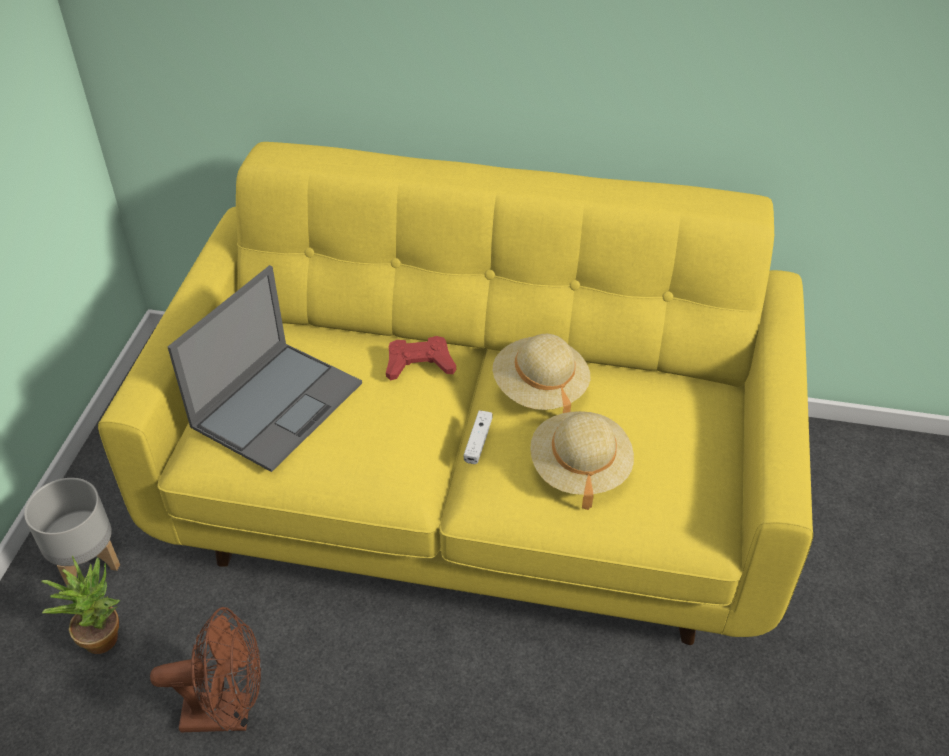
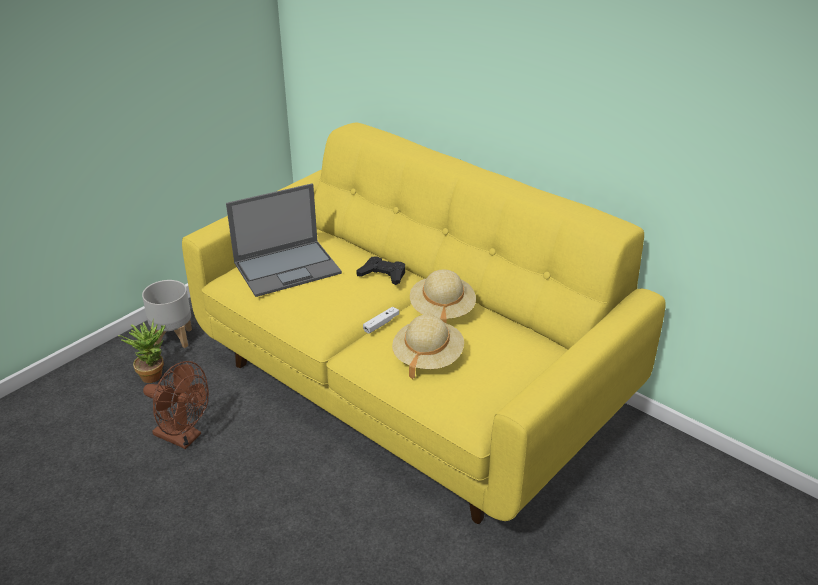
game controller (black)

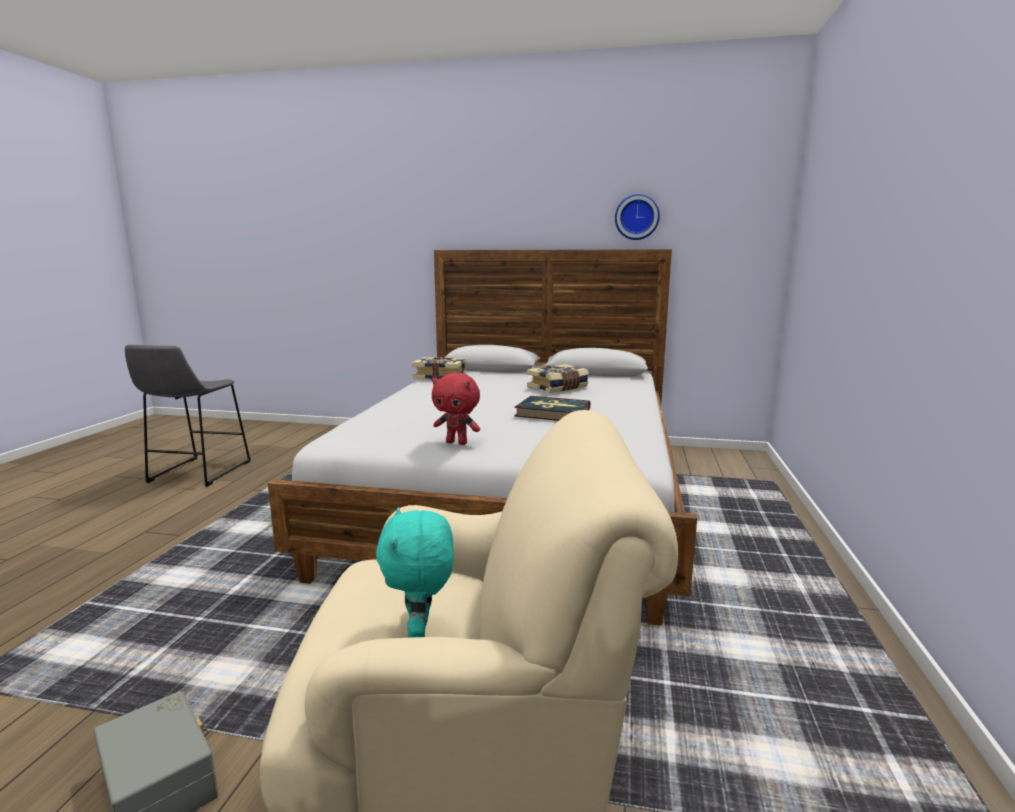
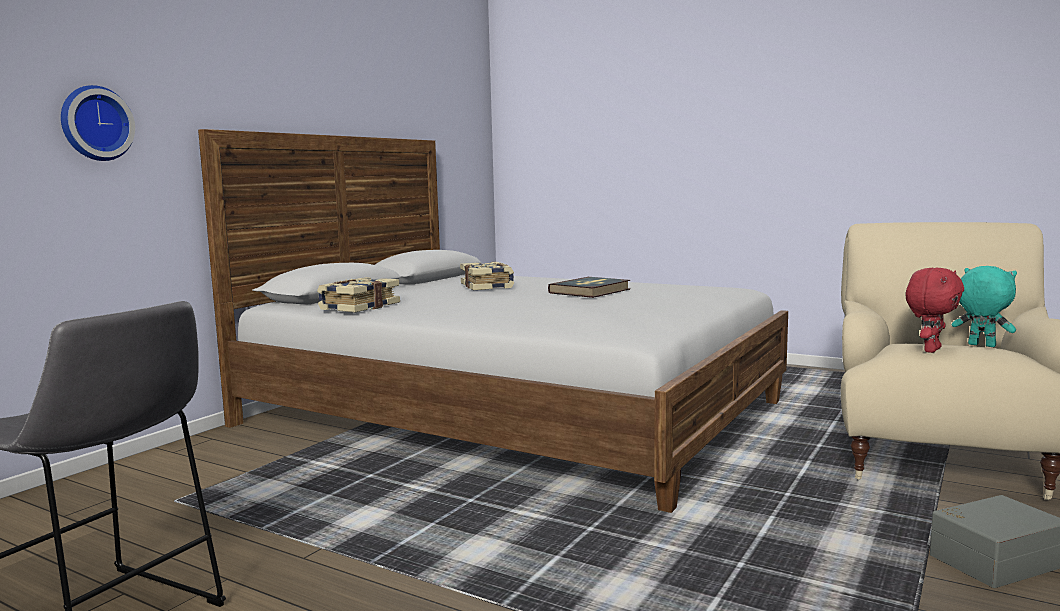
plush toy (red)
wall clock
plush toy (turquoise)

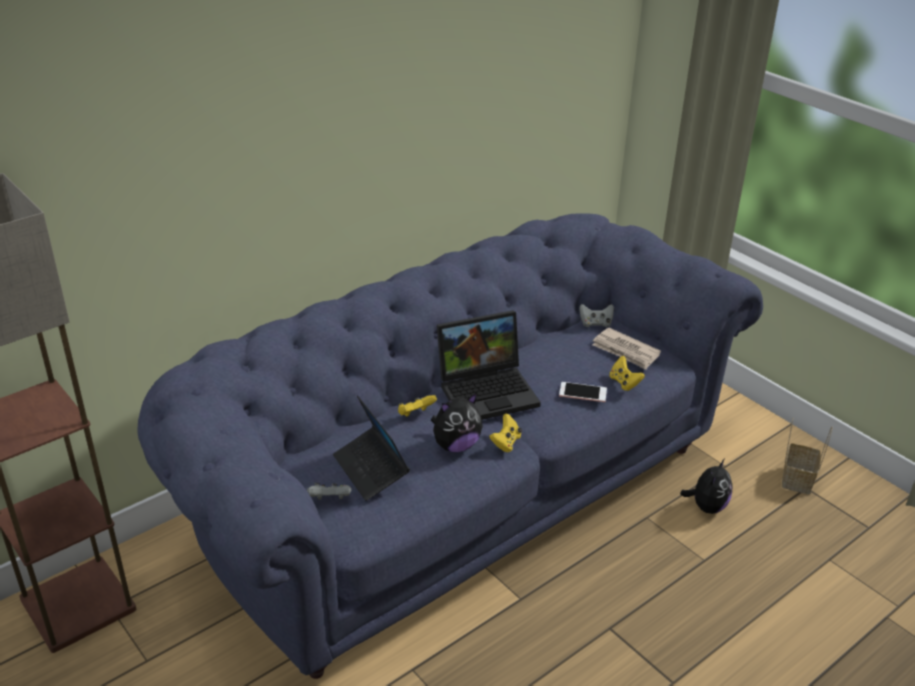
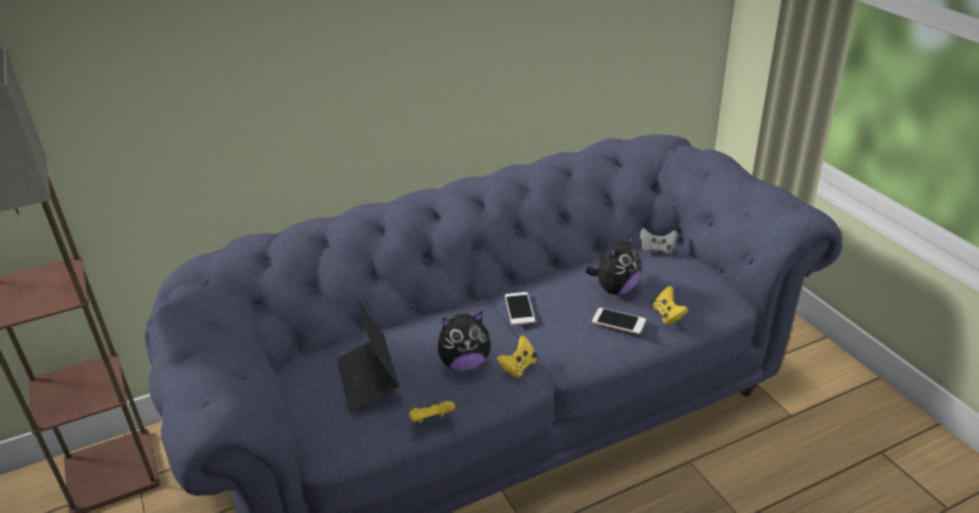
game controller (grey) (no. 1 from left in the first image)
newspaper
basket
game controller (yellow) (no. 1 from left)
plush toy (no. 2 from left)
phone (no. 1 from left)

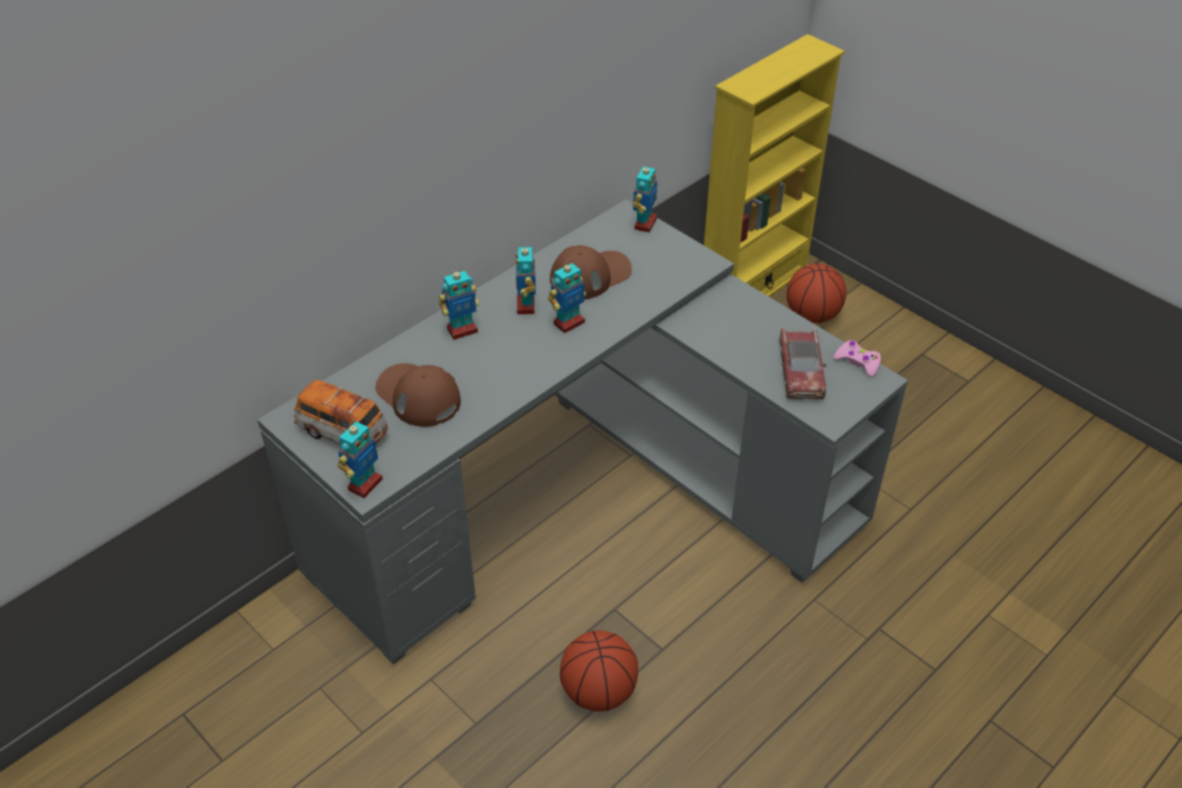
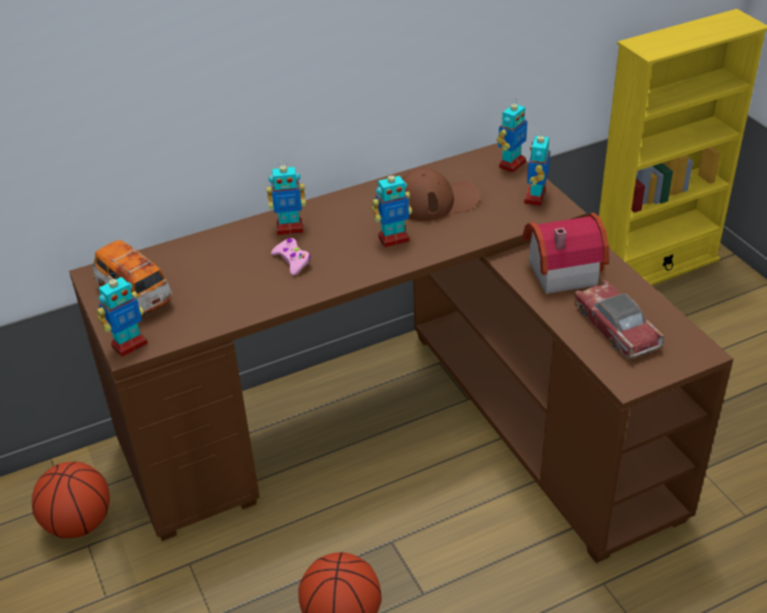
cap (brown) (no. 1 from left in the first image)
toy house
toy robot (no. 5 from left)
basketball (no. 1 from left)
game controller (pink)
desk (brown)
toy car (no. 2 from left)

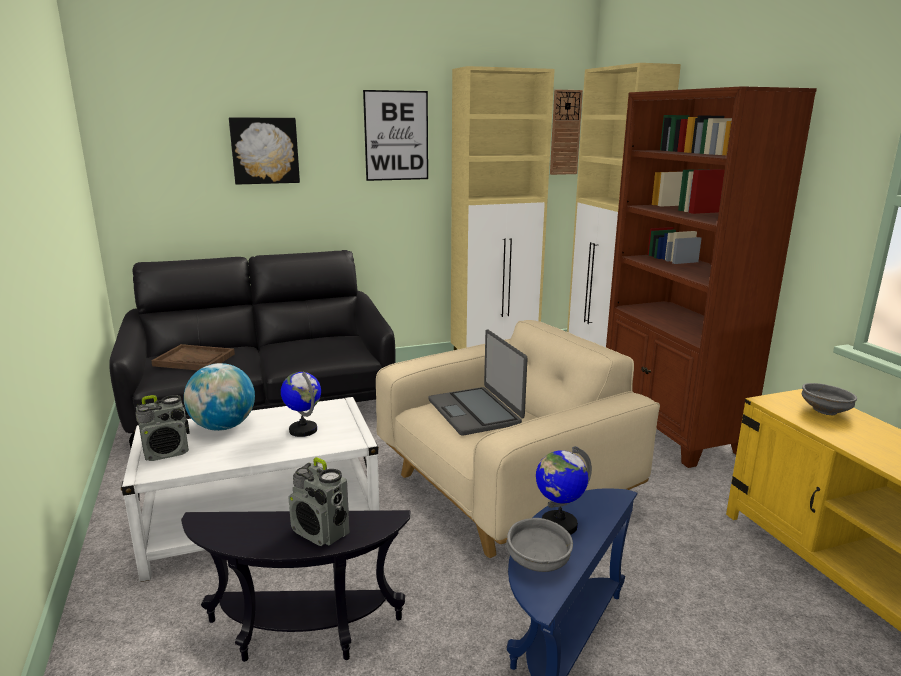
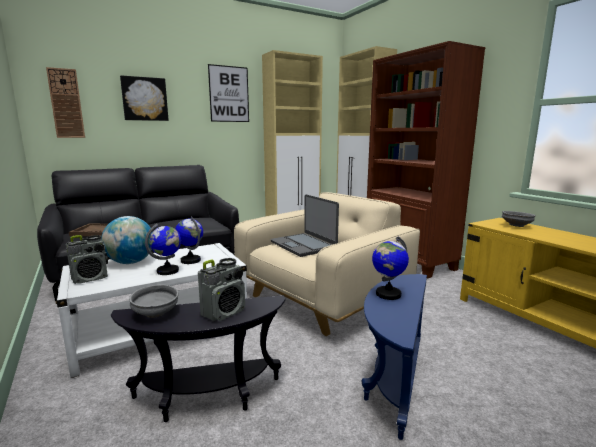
globe (no. 2 from left)
bowl (grey) (no. 1 from left)
wall clock
radio (no. 2 from left)

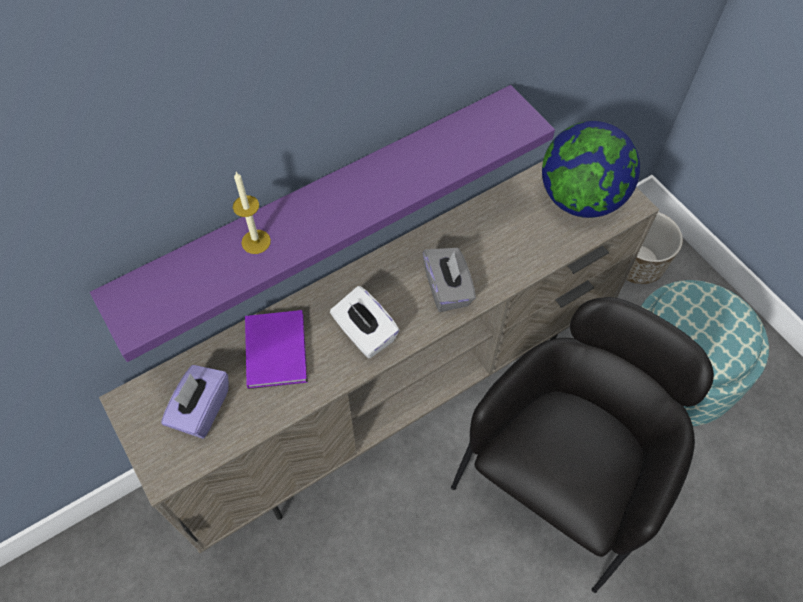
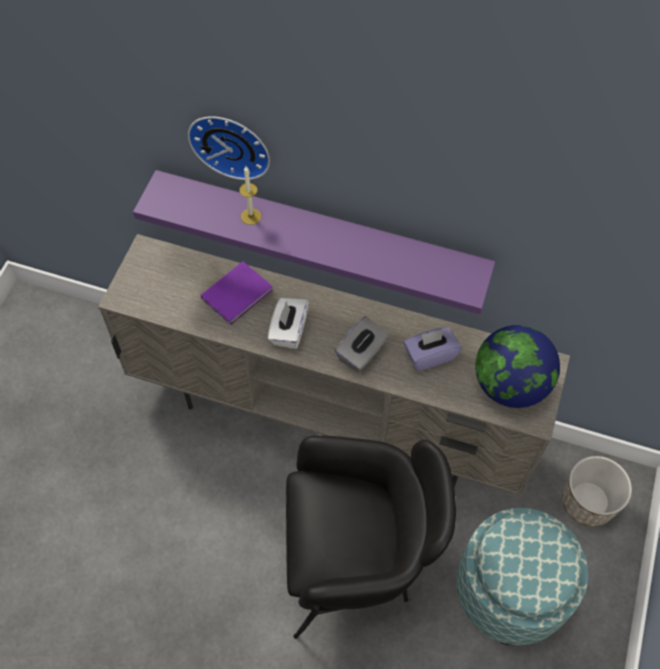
wall clock
tissue box (purple)

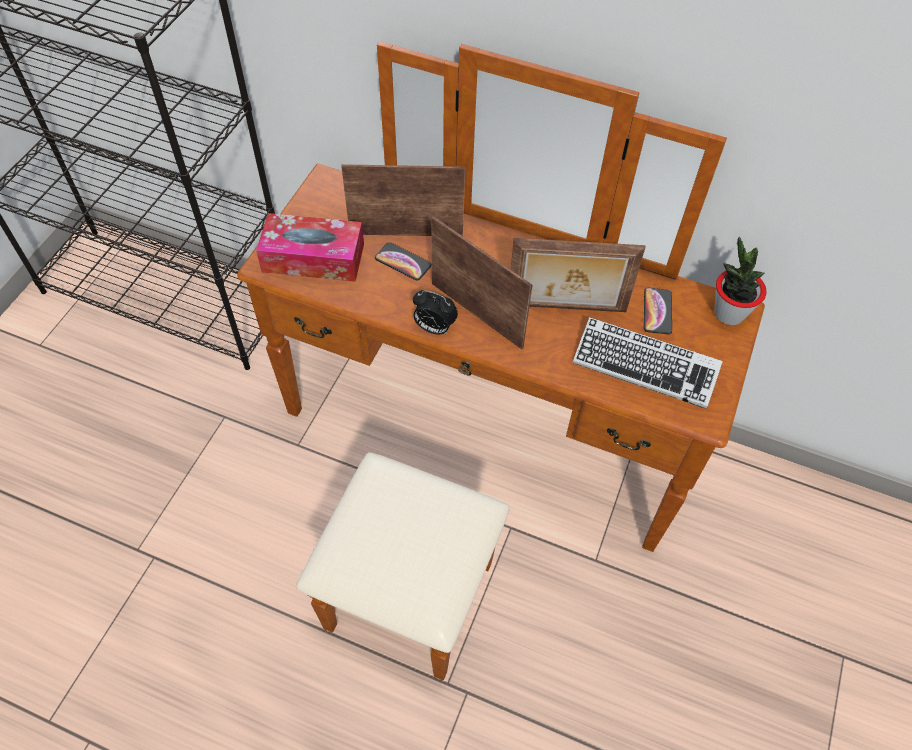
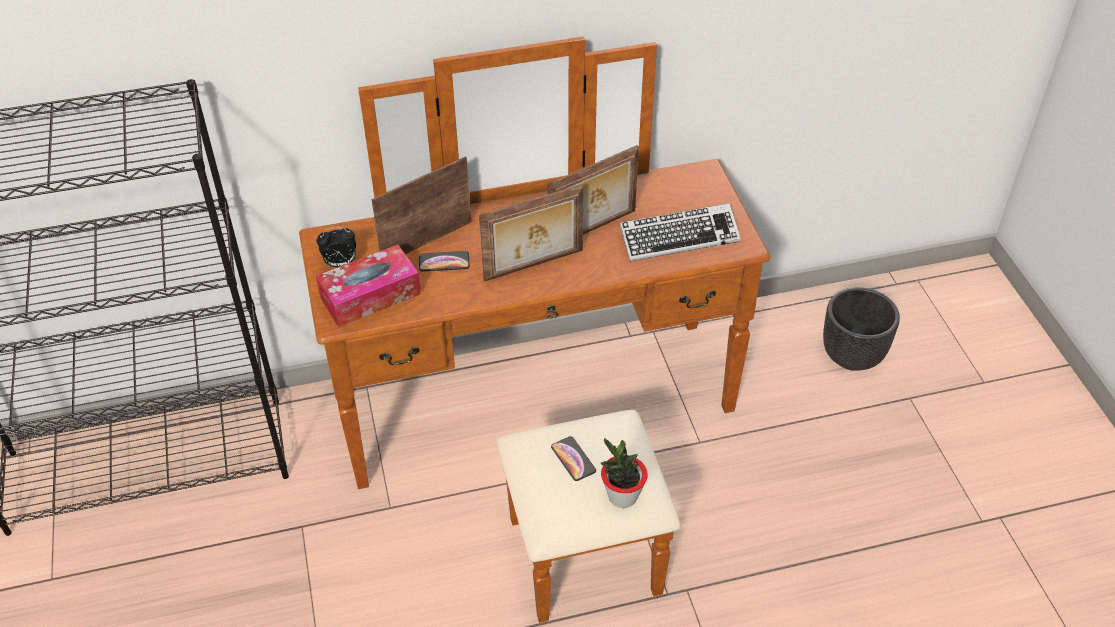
planter (black)
alarm clock
phone (no. 2 from left)
potted plant
picture frame (no. 2 from left)

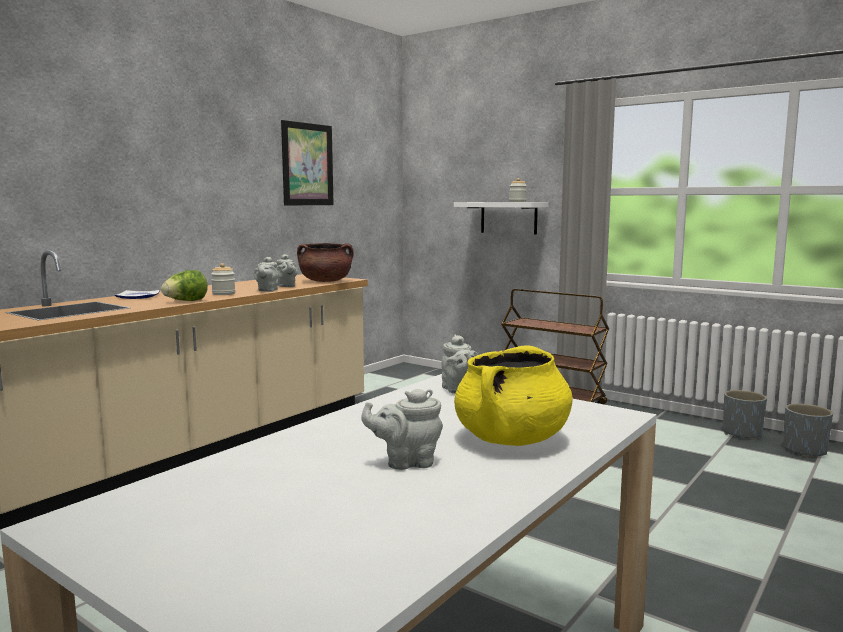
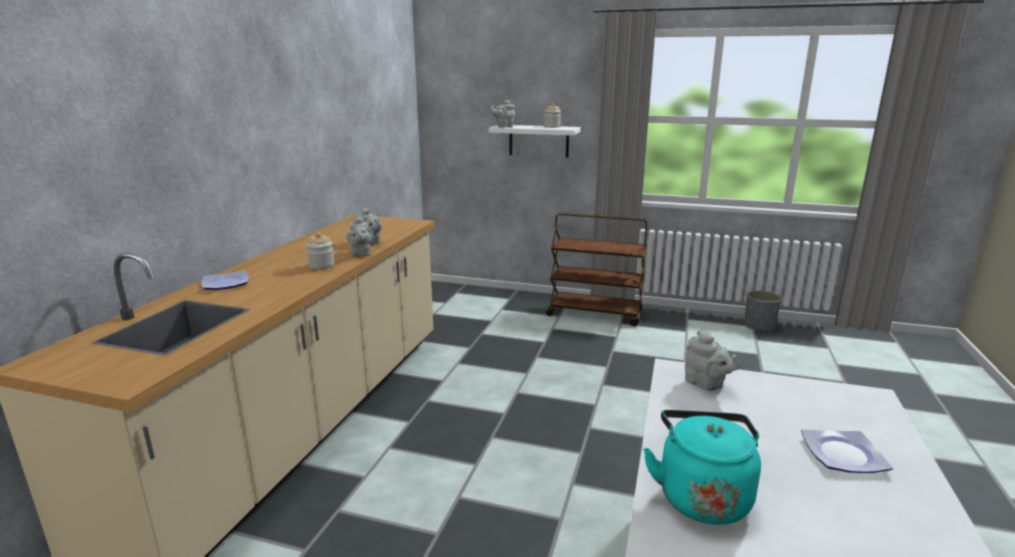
lettuce
picture
cooking pot (brown)
planter (grey) (no. 2 from left in the first image)
kettle (turquoise)
teapot (grey) (no. 3 from left)
plate (no. 2 from left)

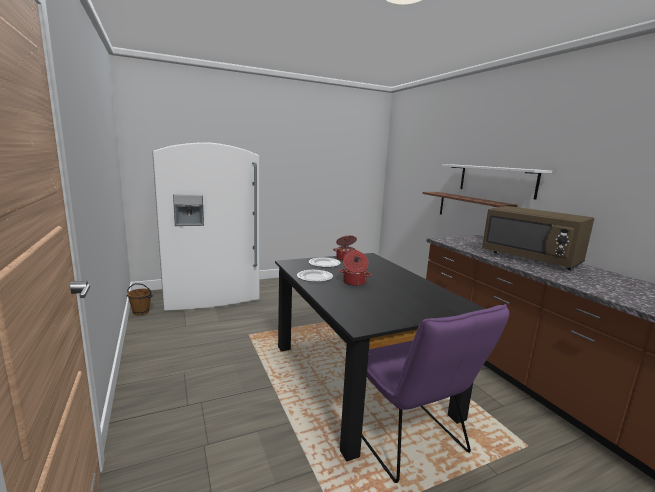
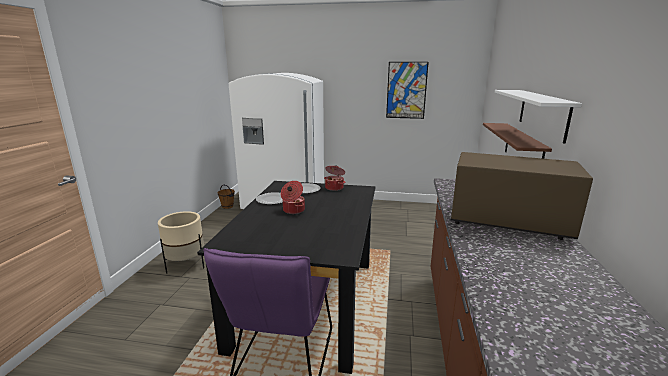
planter (beige)
picture
microwave (brown)

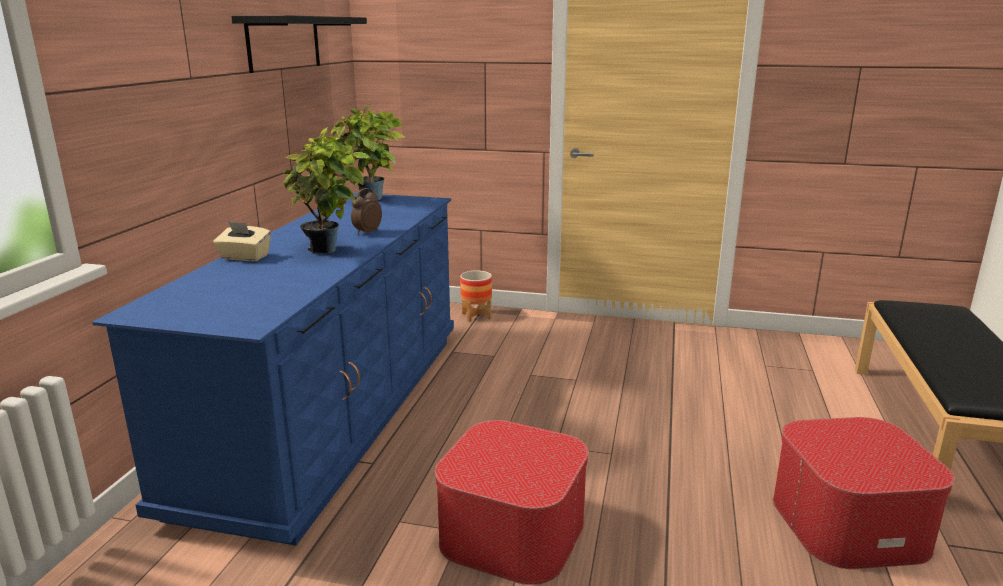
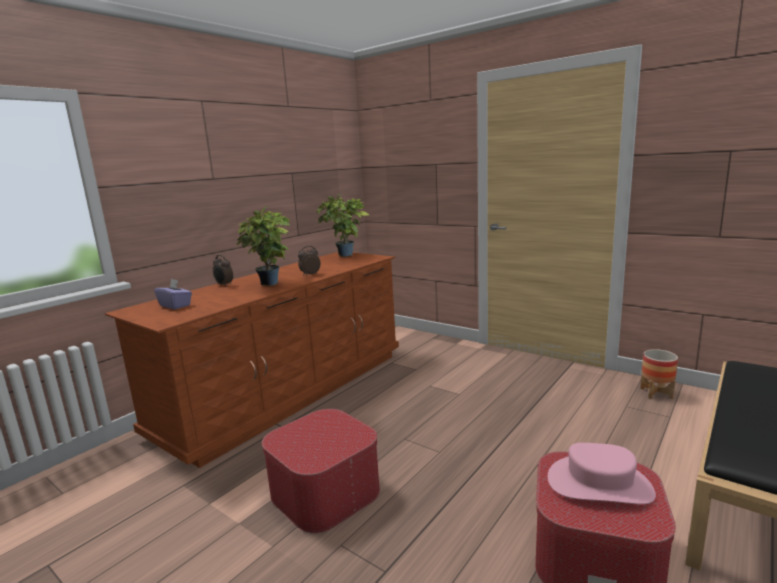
shelf (black)
tissue box (purple)
hat (pink)
planter
alarm clock (no. 1 from left)
dresser (brown)

